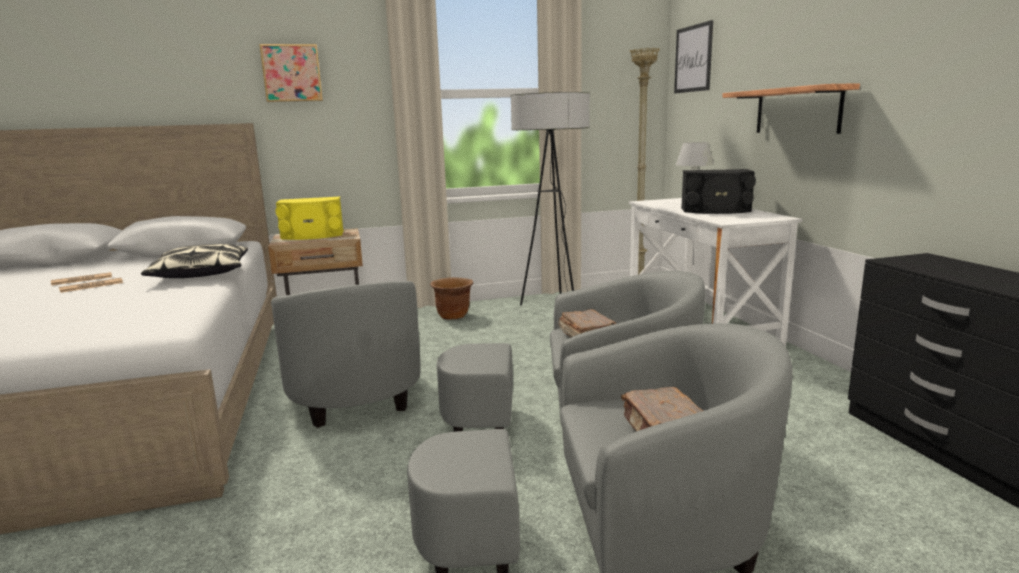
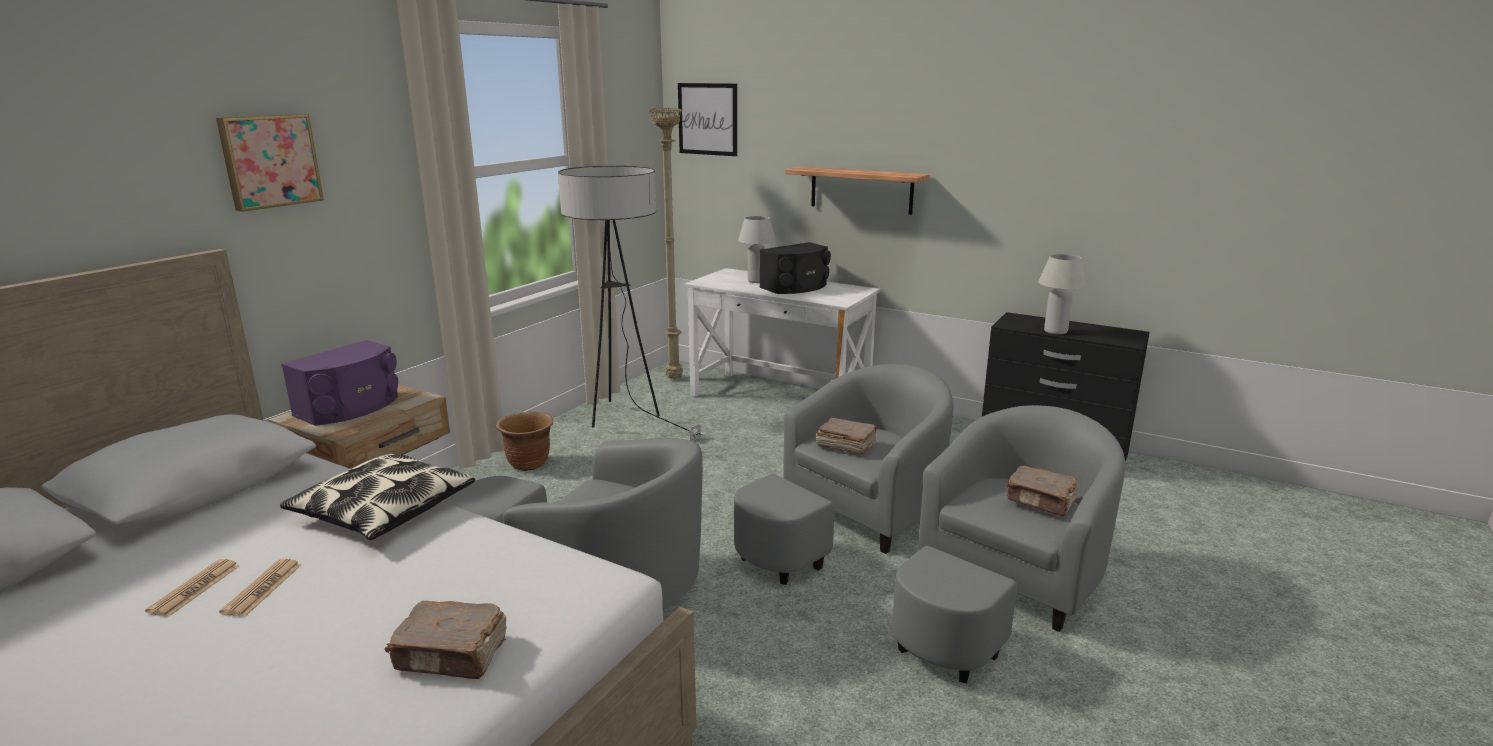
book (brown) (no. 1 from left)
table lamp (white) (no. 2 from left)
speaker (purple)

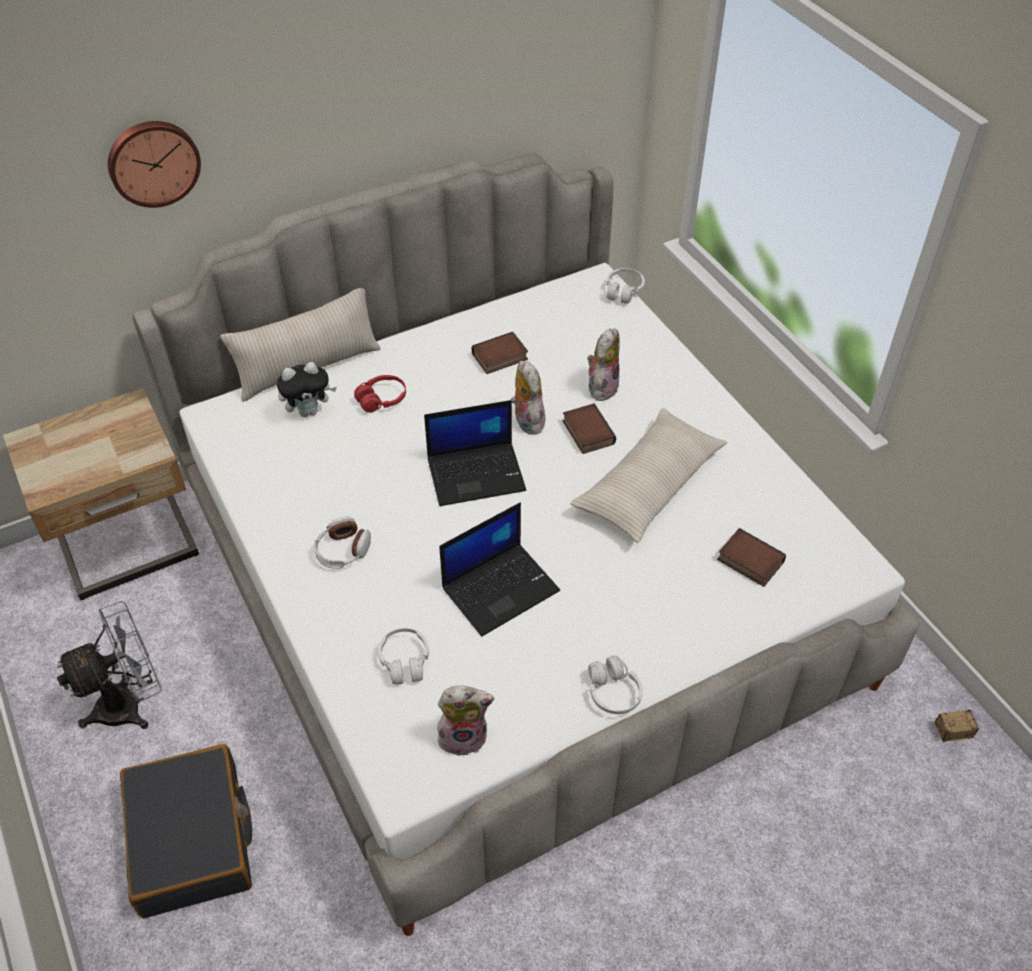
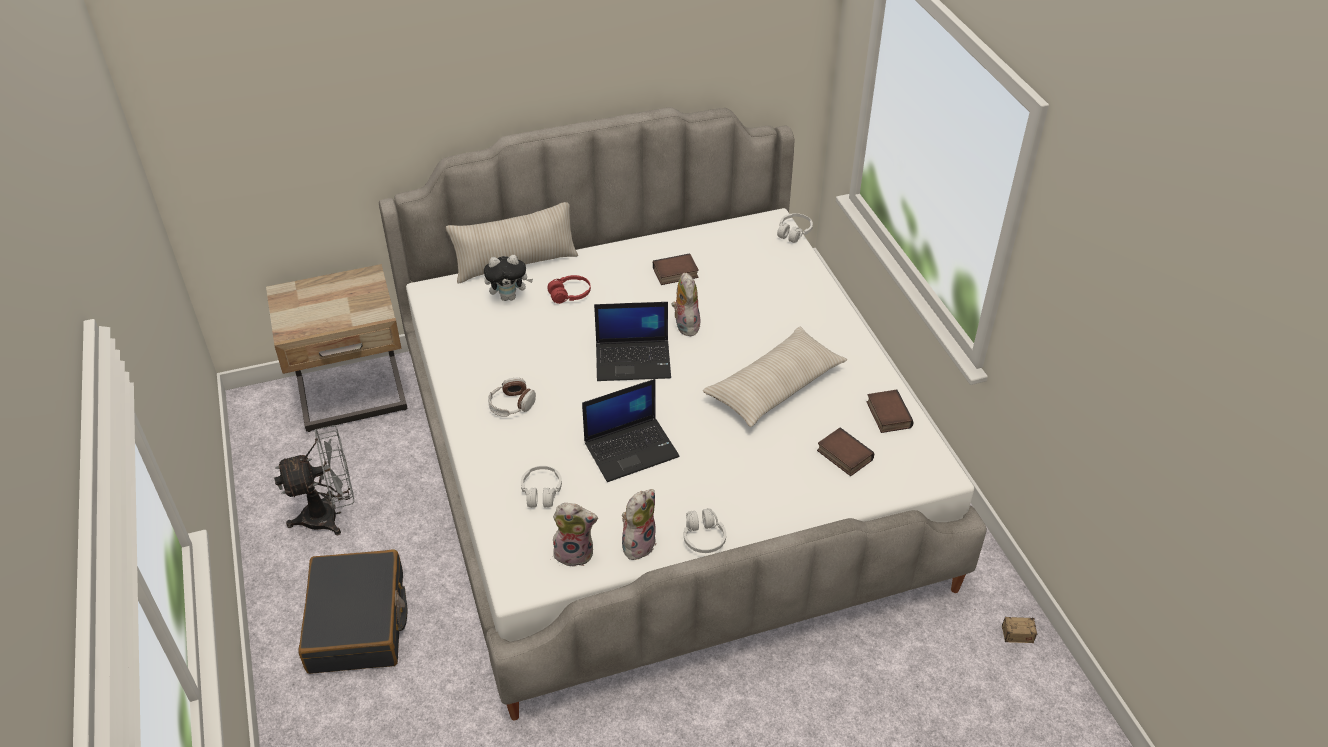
wall clock
book (no. 3 from left)
plush toy (no. 3 from left)

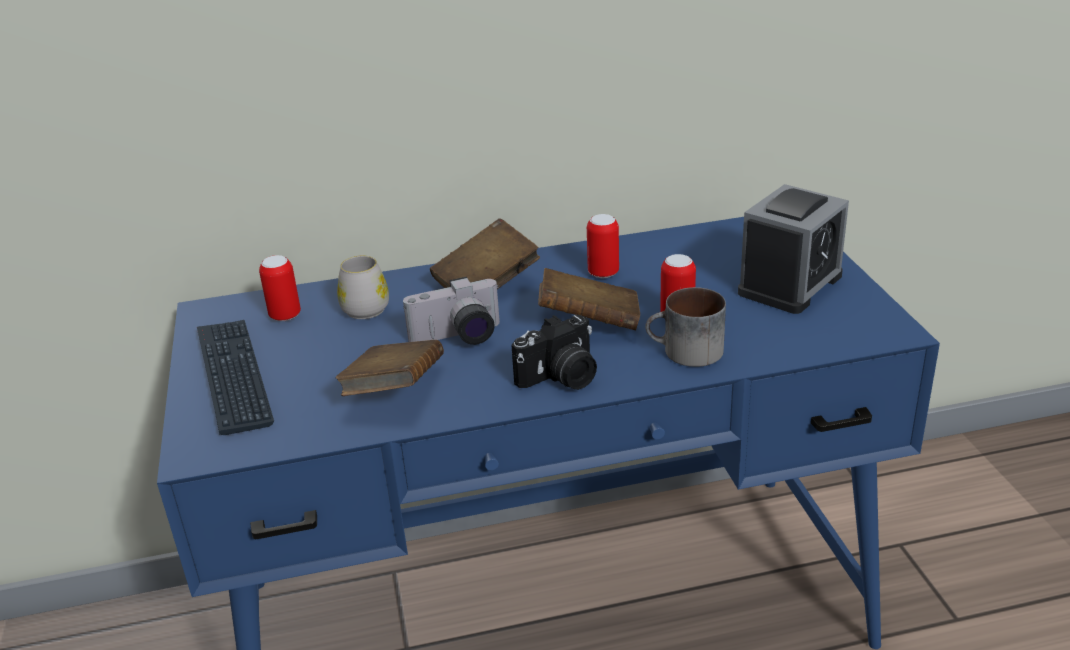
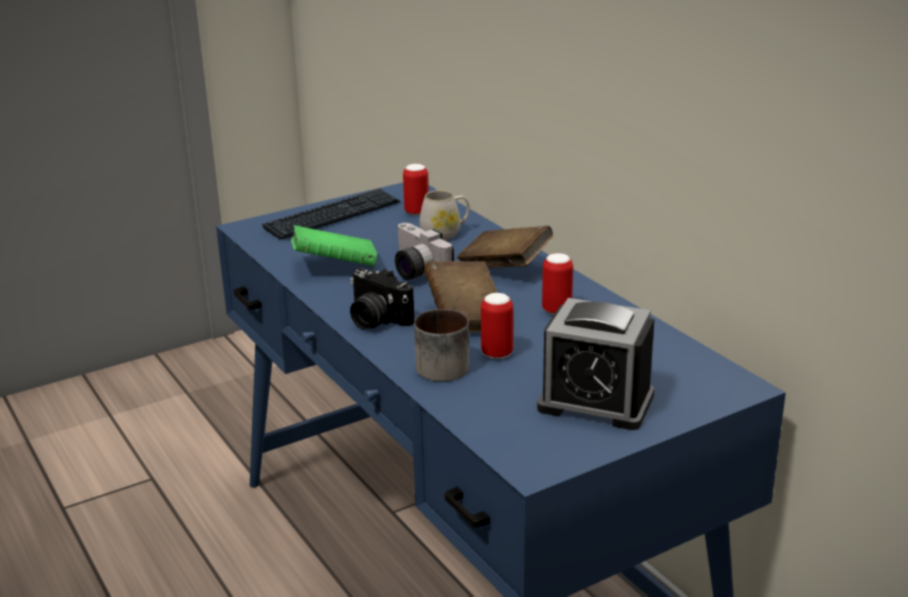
book (green)

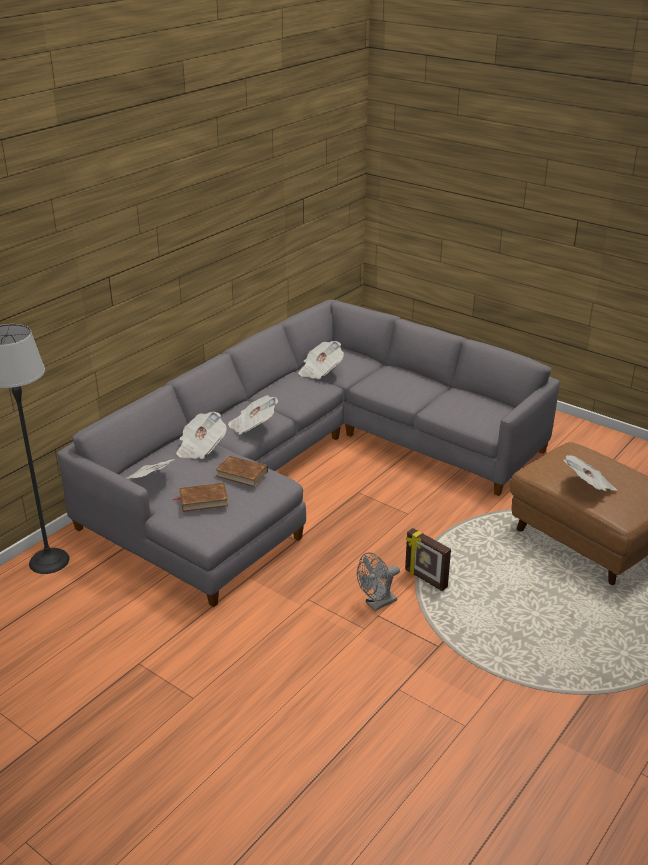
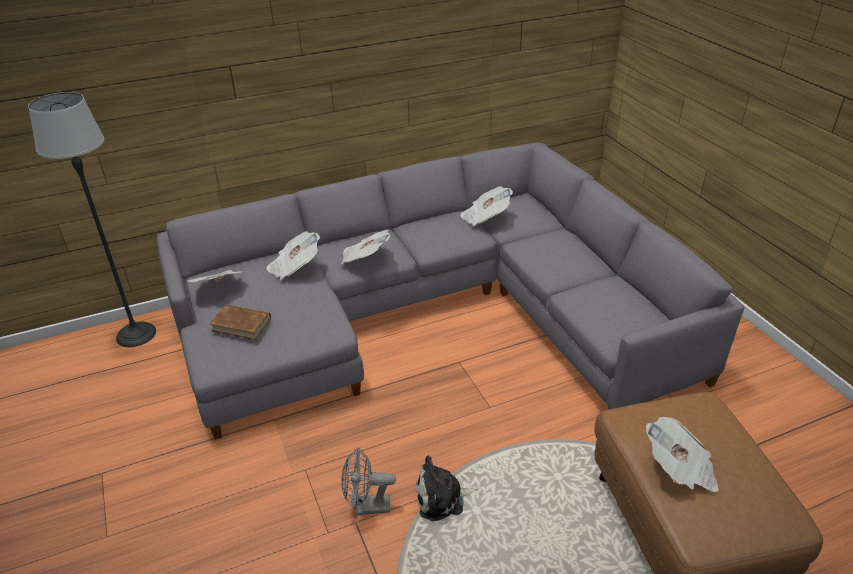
book (brown) (no. 2 from left in the first image)
plush toy

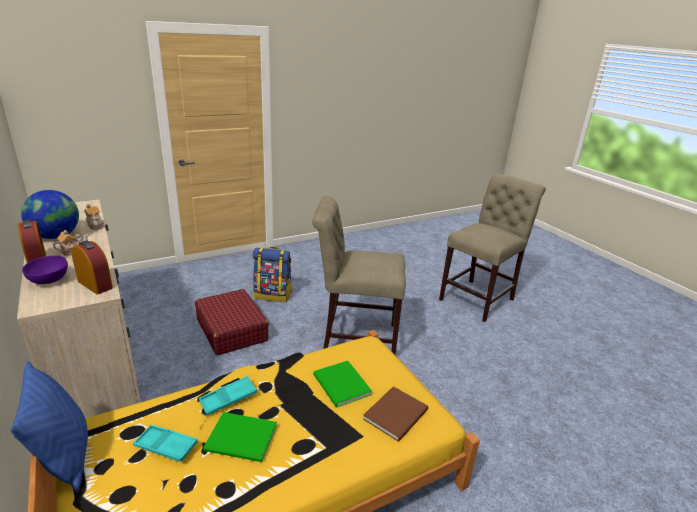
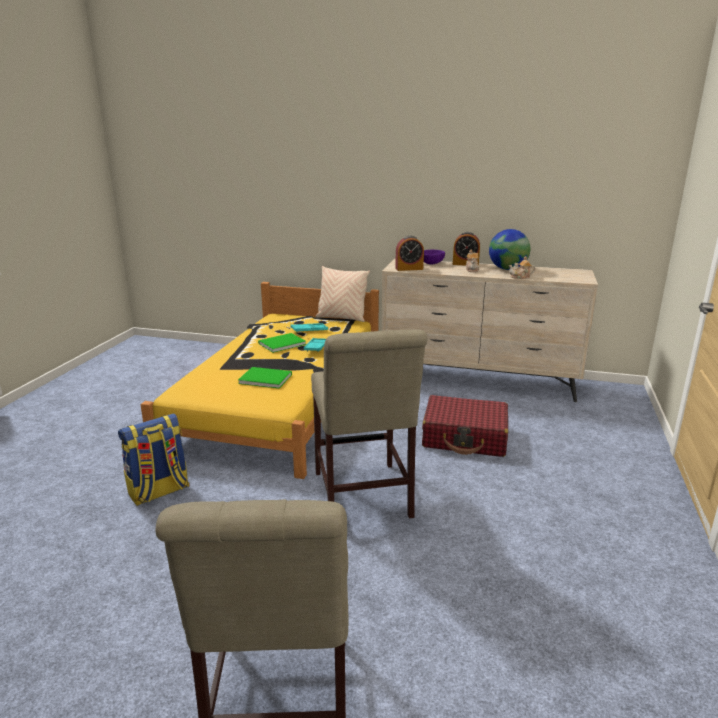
book (brown)
backpack
pillow (beige)
chair (beige) (no. 2 from left)

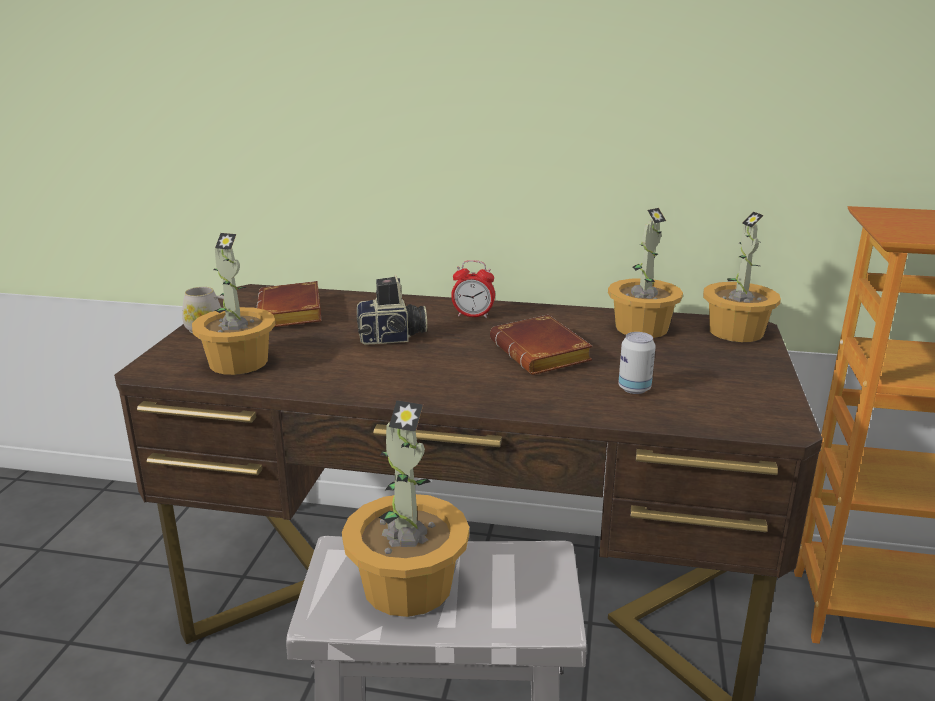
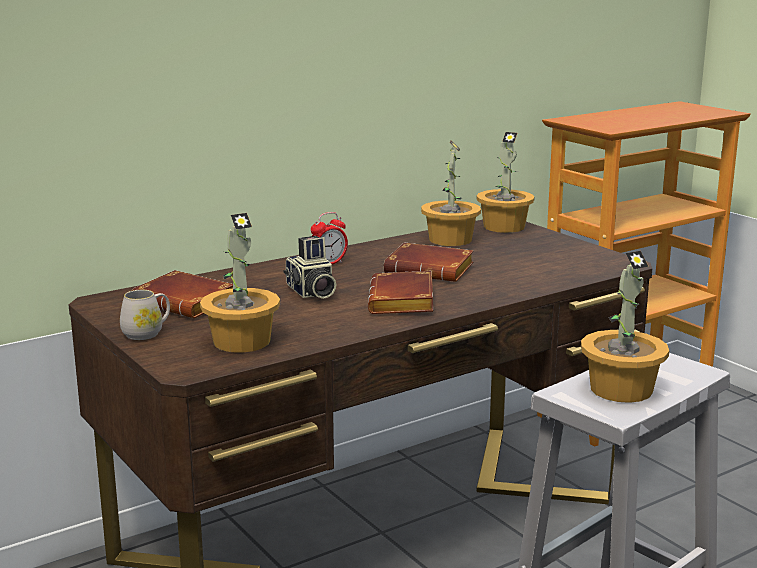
can
book (brown) (no. 2 from left)
photo camera

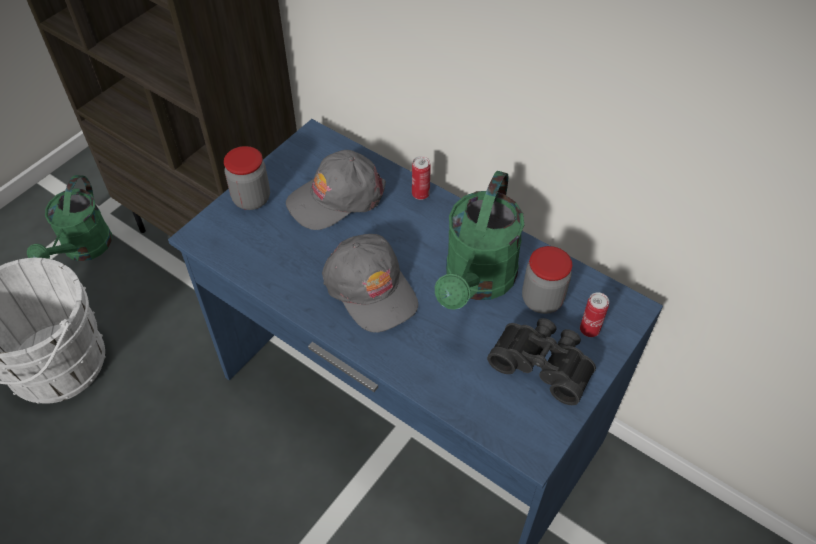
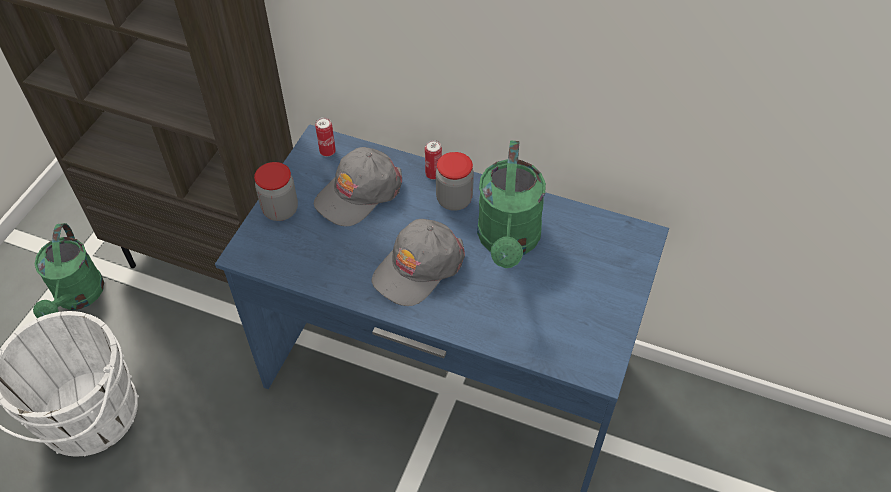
binoculars (black)
jar (no. 2 from left)
can (no. 1 from left)
cap (grey) (no. 2 from left)

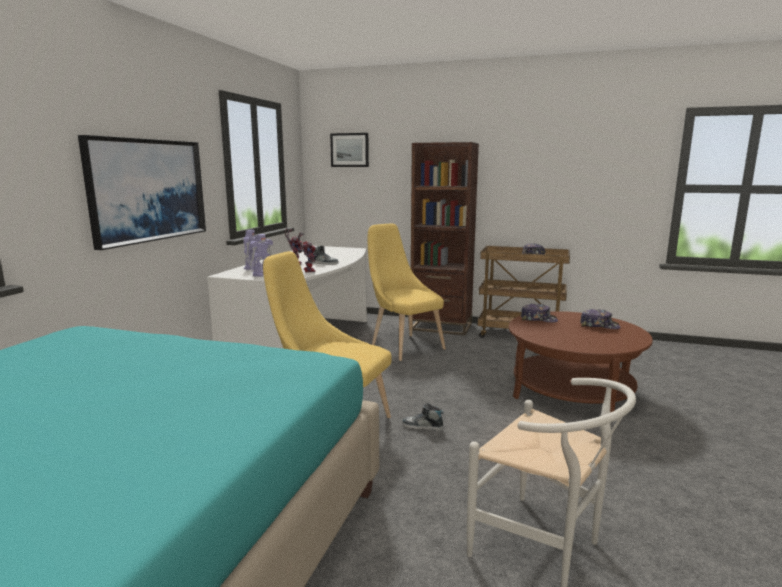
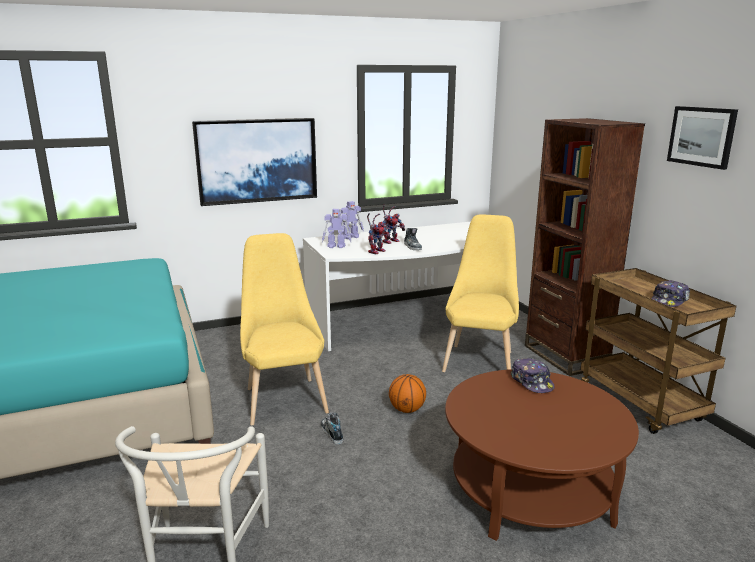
cap (no. 3 from left in the first image)
basketball
picture (no. 2 from left)

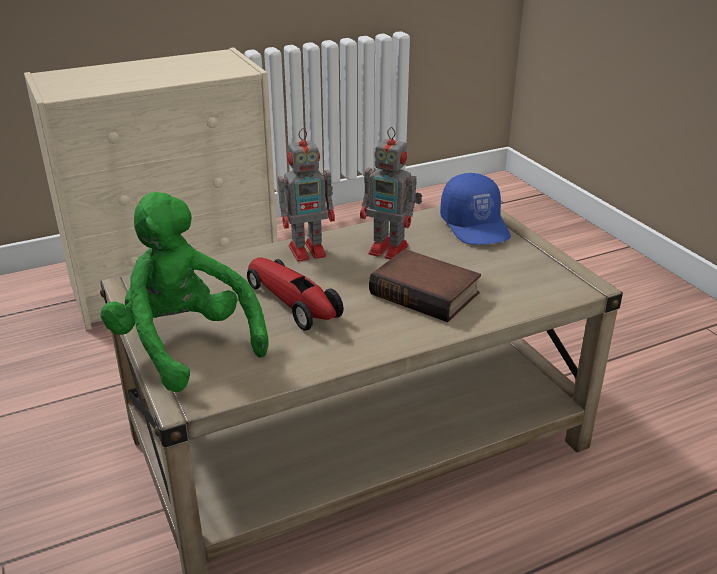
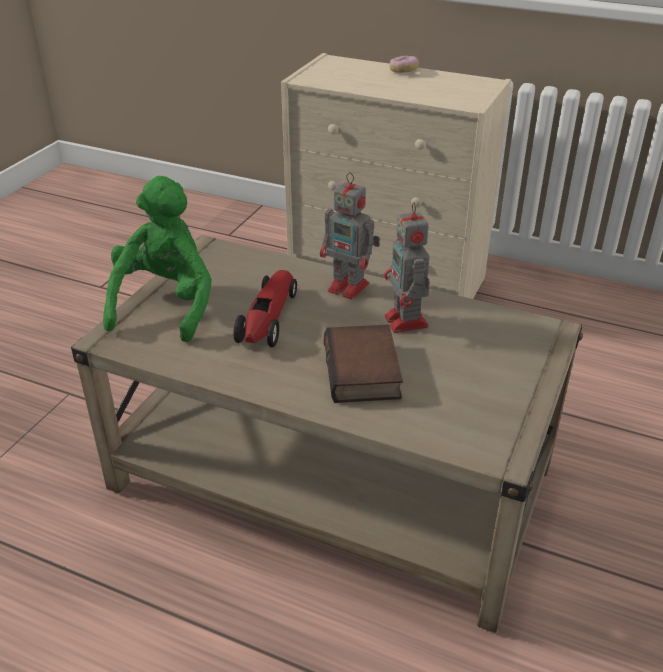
cap (blue)
donut

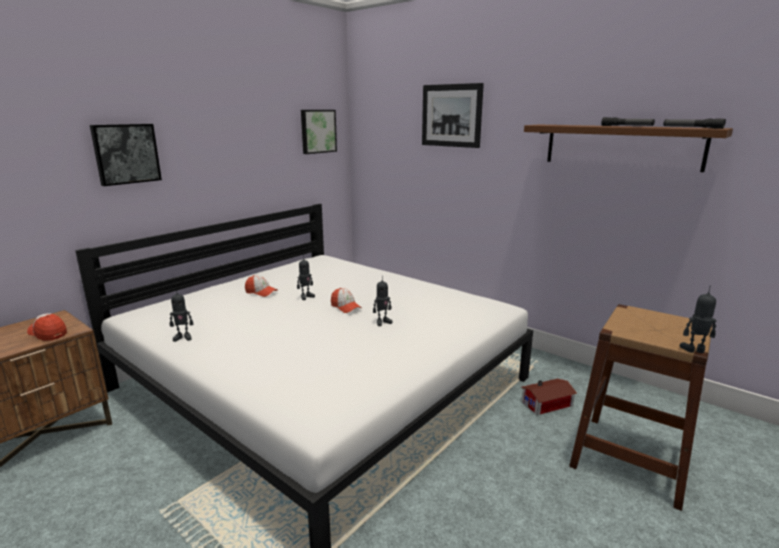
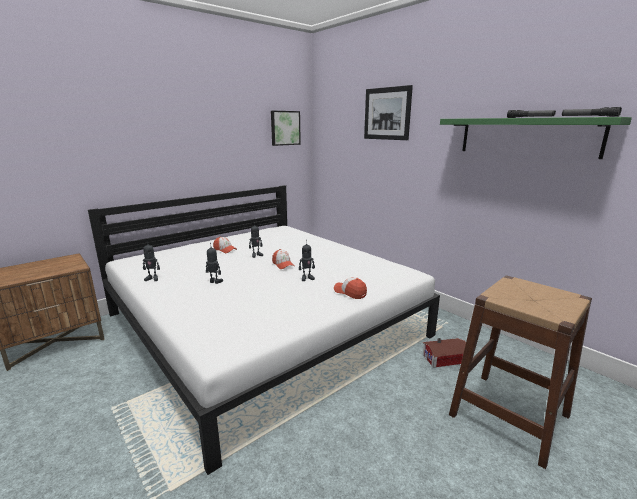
picture (no. 1 from left in the first image)
cap (no. 3 from left)
toy robot (no. 2 from left)
shelf (green)

